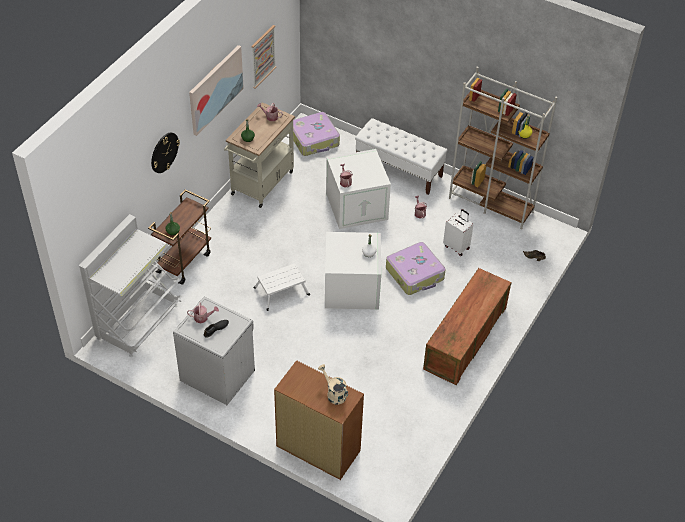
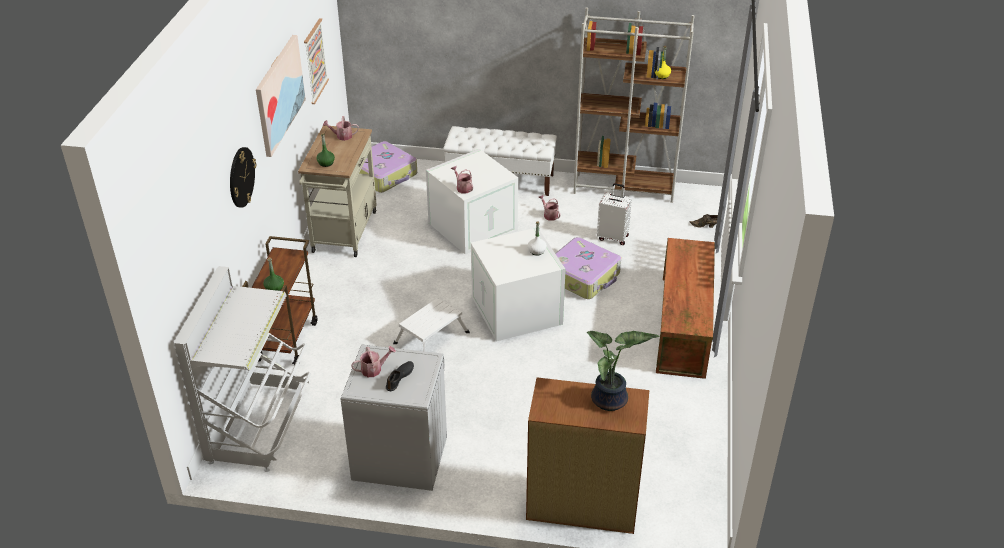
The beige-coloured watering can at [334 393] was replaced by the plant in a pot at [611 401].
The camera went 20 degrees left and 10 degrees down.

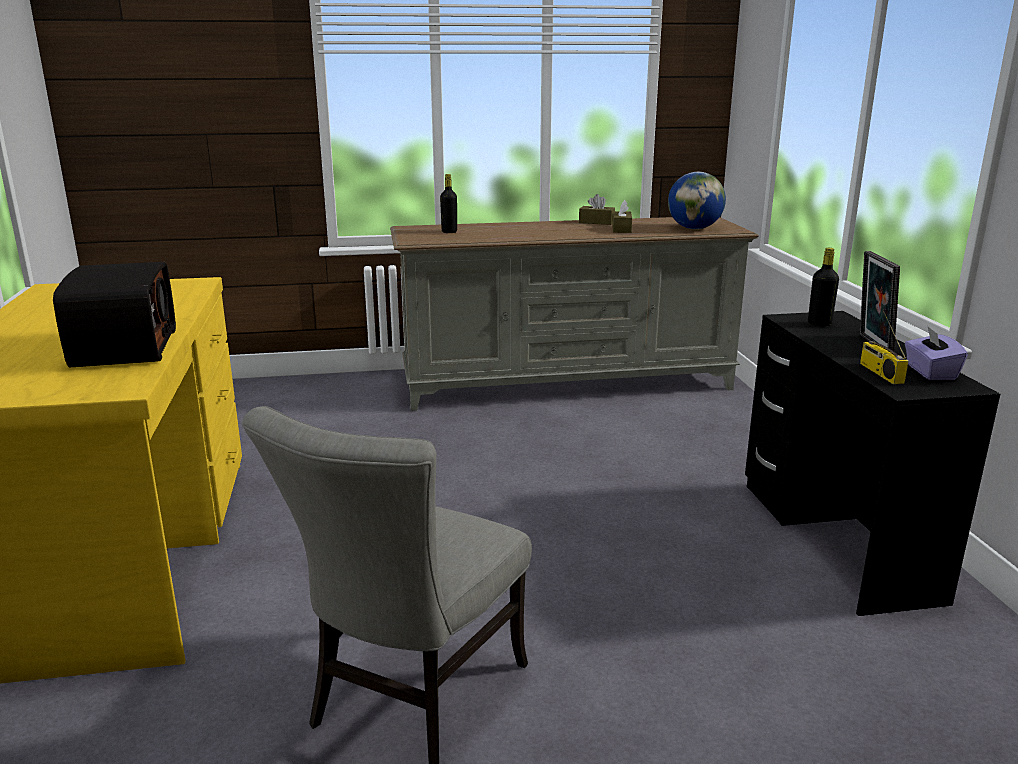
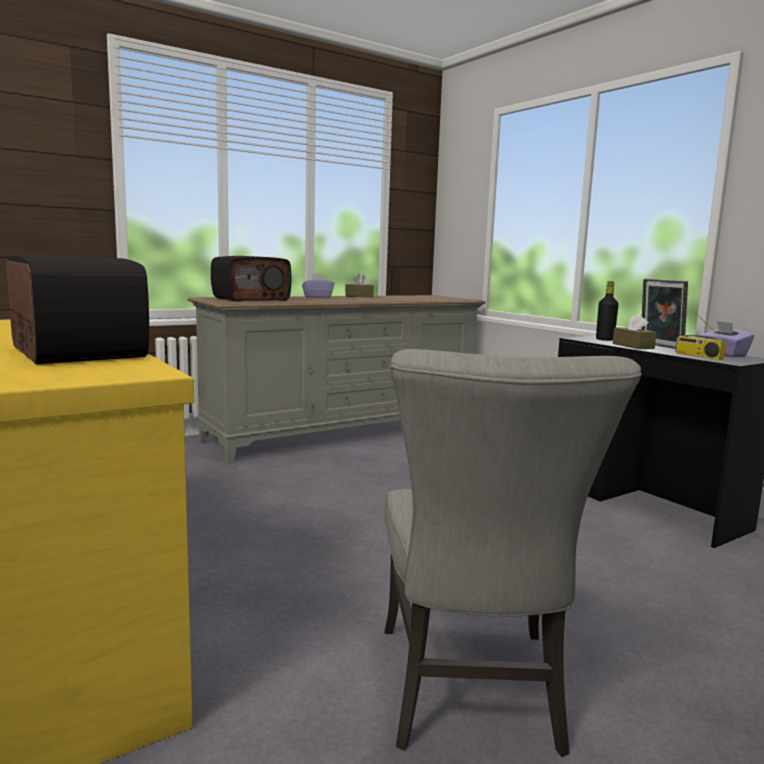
The desk globe at [694 228] disappeared.
The purplish box of tissues at [317 297] appeared.
The brownish box of tissues moved from [621 229] to [633 346].
The black beverage bottle at [449 232] was replaced by the radio set at [251 299].
The camera went 25 degrees left and 10 degrees down.

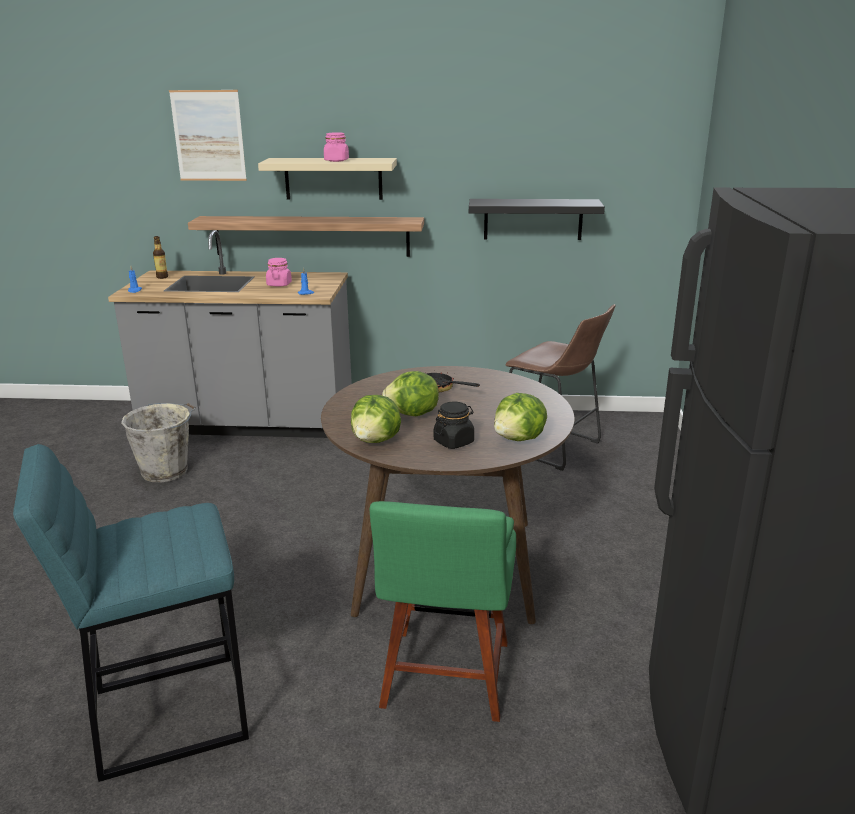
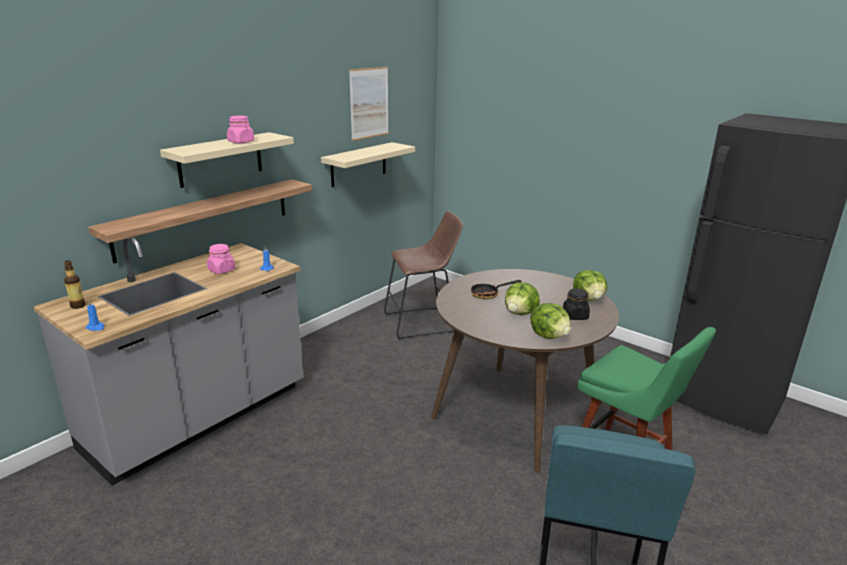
The grey bucket at [167 471] disappeared.
The wall art moved from [208 136] to [369 103].
The black wall shelf at [533 219] became the beige-coloured wall shelf at [358 164].
The camera went 55 degrees left and 0 degrees up.

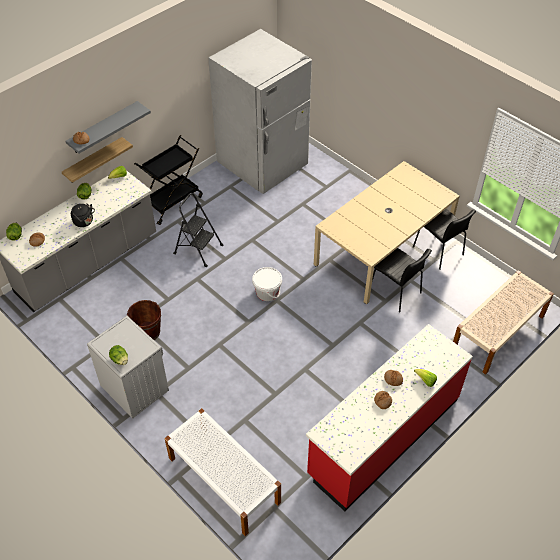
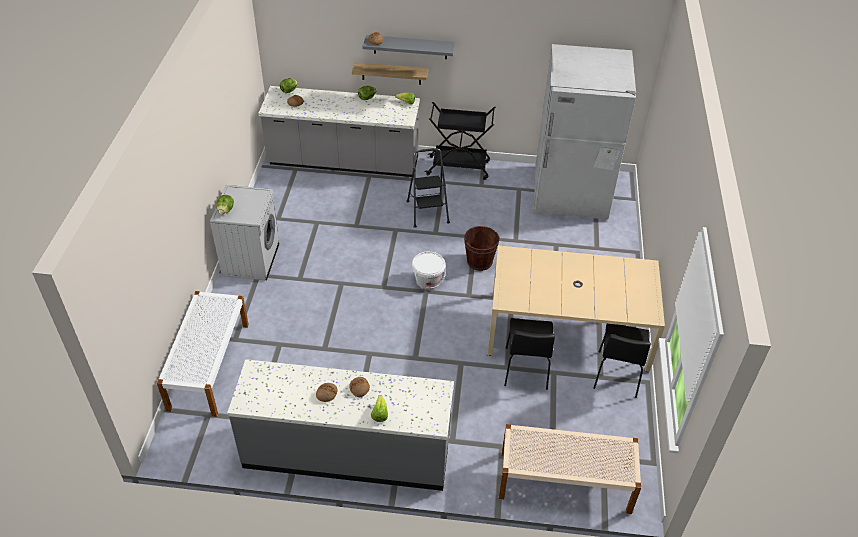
The black water kettle at [84 222] disappeared.
The brownish bucket moved from [148 332] to [479 261].
The red-coloured counter at [383 436] became the grey counter at [347 452].
The camera went 50 degrees right and 5 degrees down.

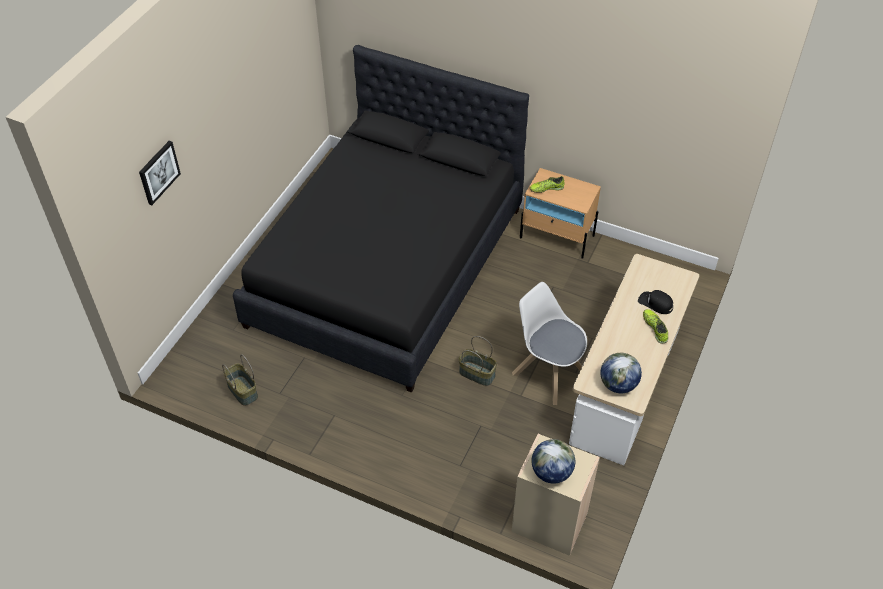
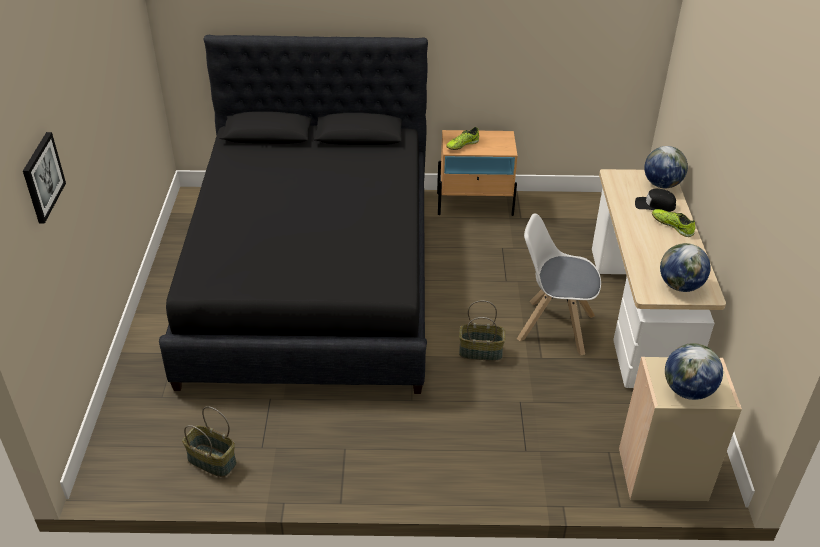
The desk globe at [661 184] appeared.
The camera went 25 degrees left and 10 degrees down.

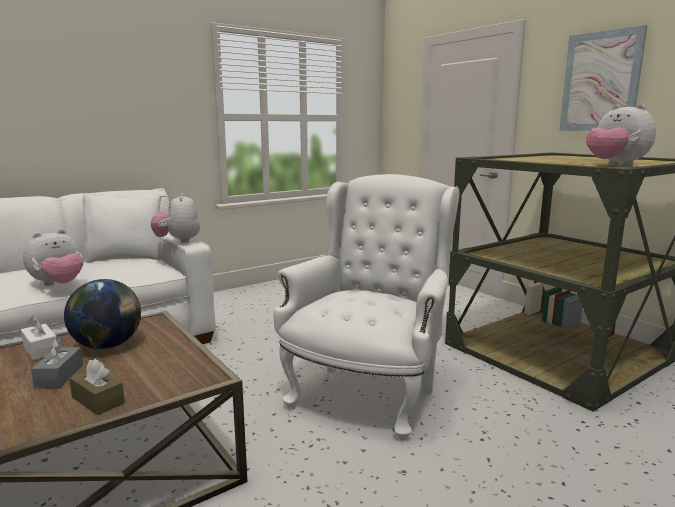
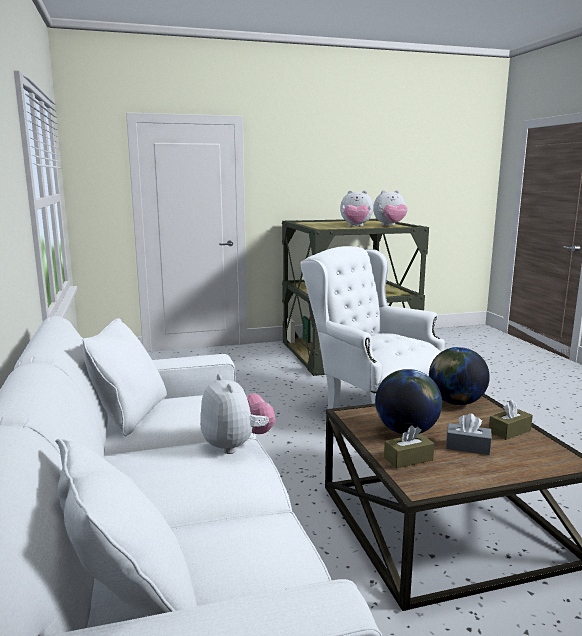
The wall art at [600 82] disappeared.
The desk globe at [456 402] appeared.
The soft toy moved from [178 241] to [356 226].
The white-coloured box of tissues at [41 349] became the brownish box of tissues at [408 459].
The camera went 70 degrees left and 0 degrees up.

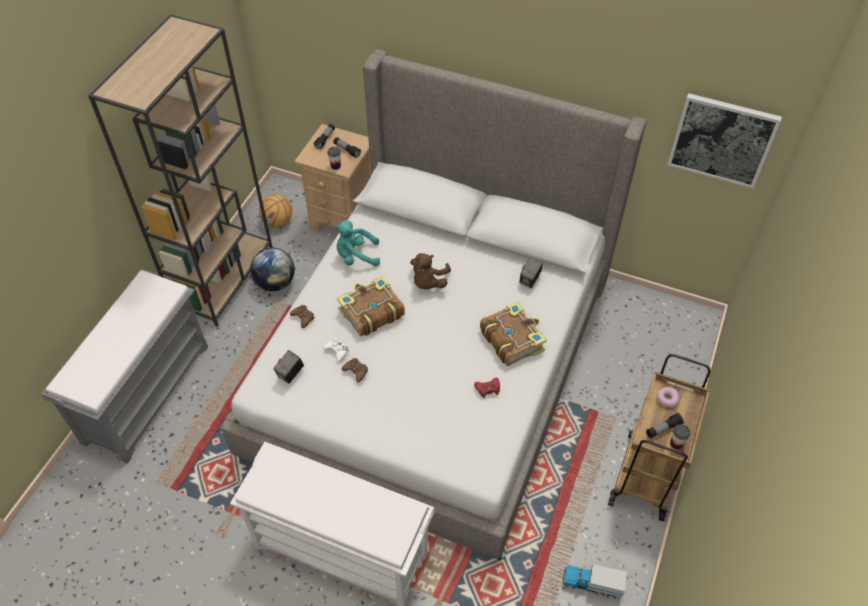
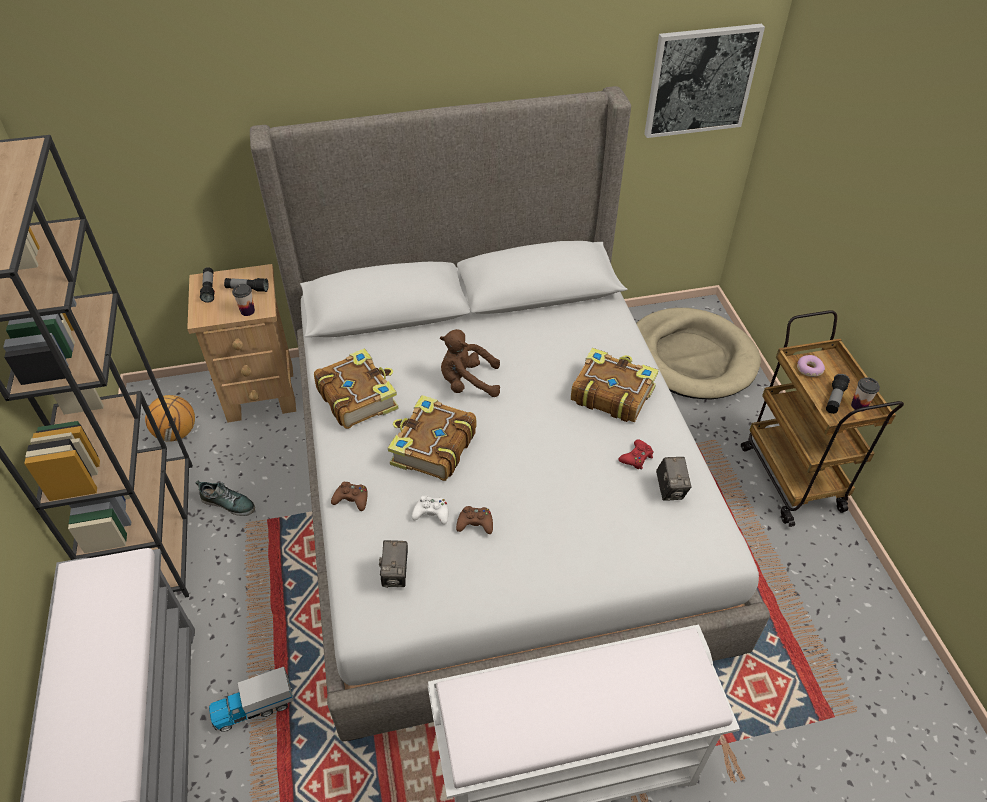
The beige-coloured dog cushion at [691 357] appeared.
The photo camera moved from [529 280] to [670 489].
The model truck moved from [591 584] to [254 708].
The desk globe at [275 282] was replaced by the item of footwear at [228 503].
The turquoise soft toy at [356 256] was replaced by the book at [358 397].
The brownish soft toy at [428 282] turned 105 degrees clockwise.
The camera went 35 degrees left and 5 degrees down.

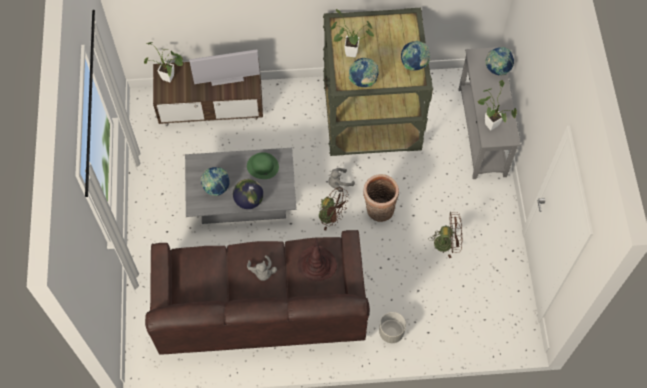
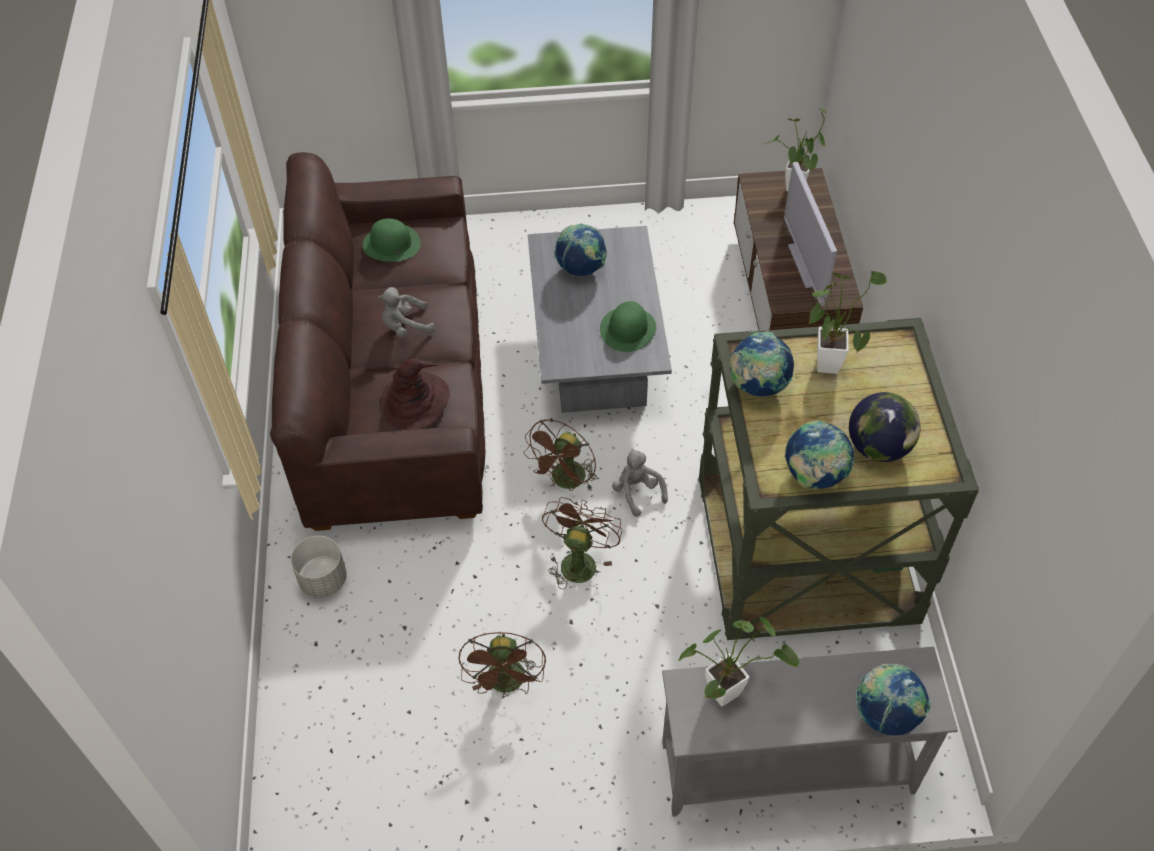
The green-coloured hat at [391 244] appeared.
The desk globe moved from [249 200] to [878 447].
The household basket at [378 211] was replaced by the brownish fan at [579 560].
The camera went 90 degrees right and 10 degrees down.

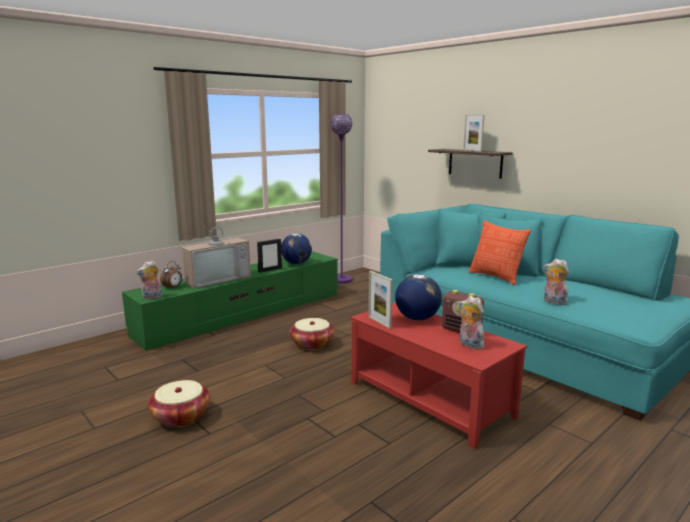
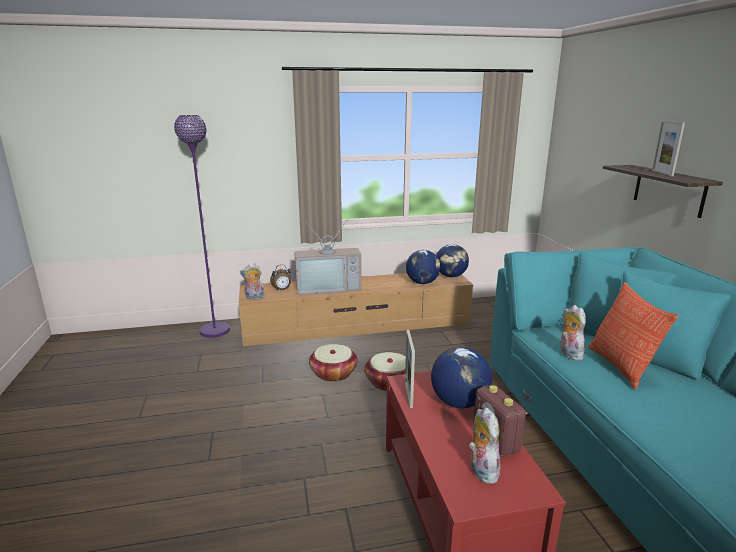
The photo frame at [270 270] disappeared.
The desk globe at [451 276] appeared.
The household basket moved from [181 416] to [333 373].
The purplish floor lamp moved from [341 280] to [214 331].
The soft toy moved from [553 302] to [568 354].
The green-coloured media console at [243 313] became the brownish media console at [357 324].
The camera went 30 degrees right and 5 degrees up.

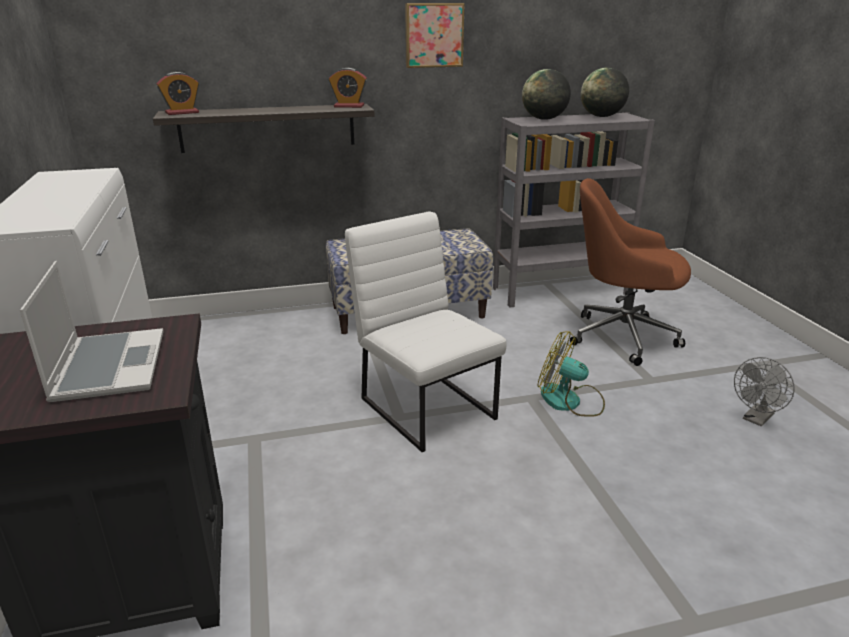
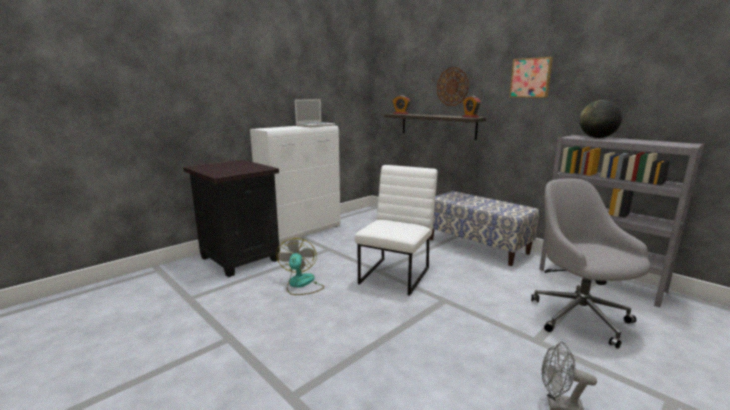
The desk globe at [601 116] disappeared.
The hanging clock at [452 86] appeared.
The portable computer moved from [108 366] to [315 125].
The fan moved from [570 401] to [301 284].
The brownish computer chair at [621 337] became the grey computer chair at [578 317].
The camera went 60 degrees right and 10 degrees down.

